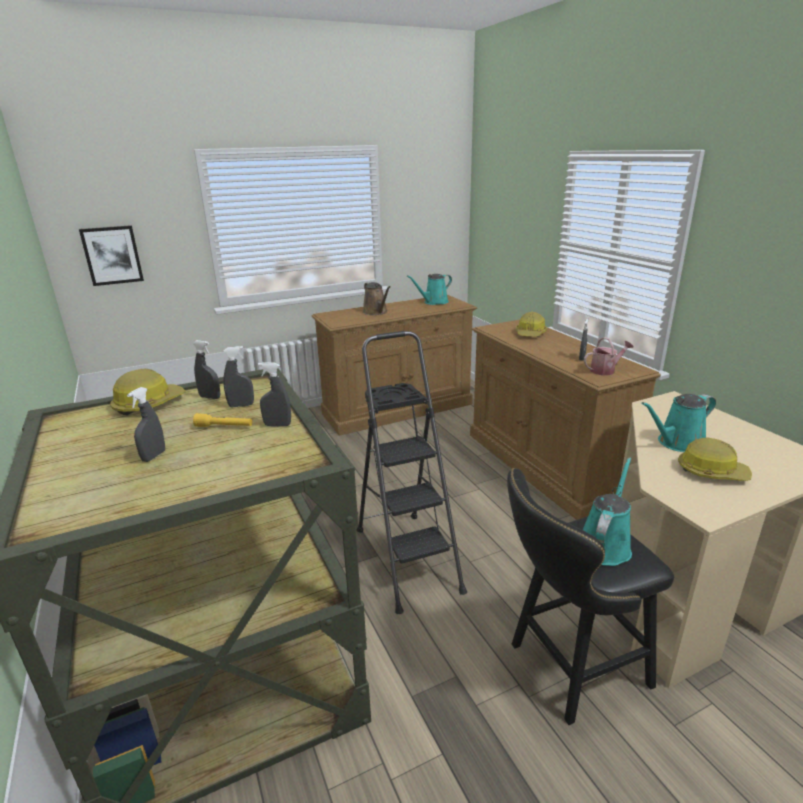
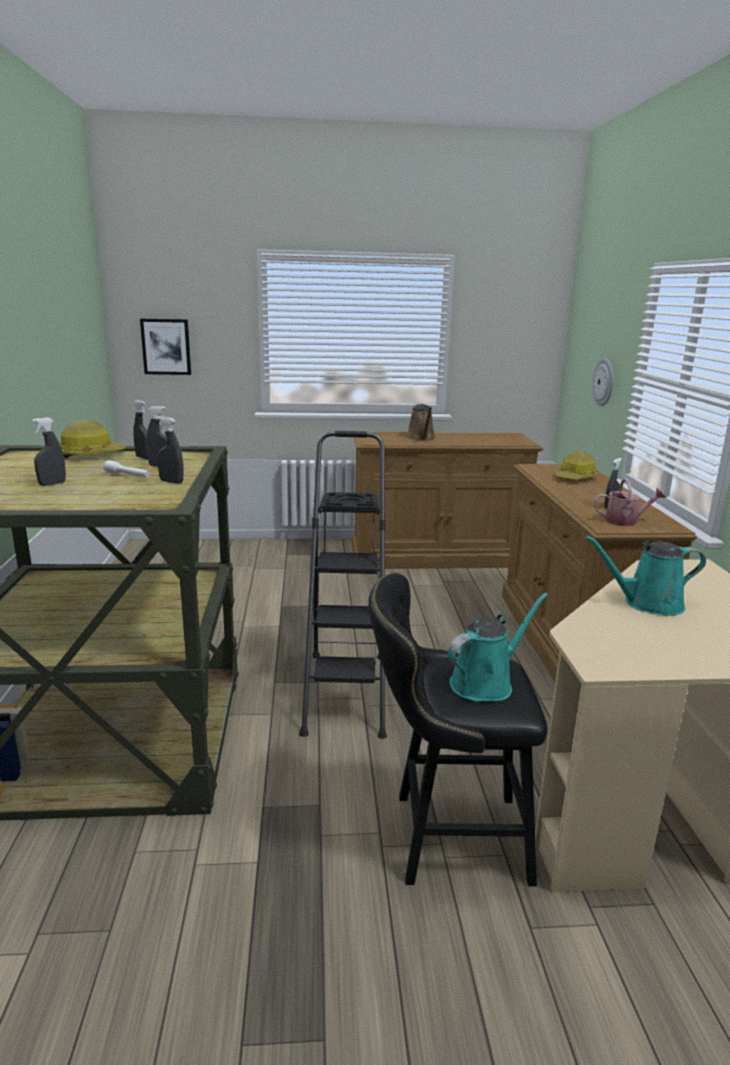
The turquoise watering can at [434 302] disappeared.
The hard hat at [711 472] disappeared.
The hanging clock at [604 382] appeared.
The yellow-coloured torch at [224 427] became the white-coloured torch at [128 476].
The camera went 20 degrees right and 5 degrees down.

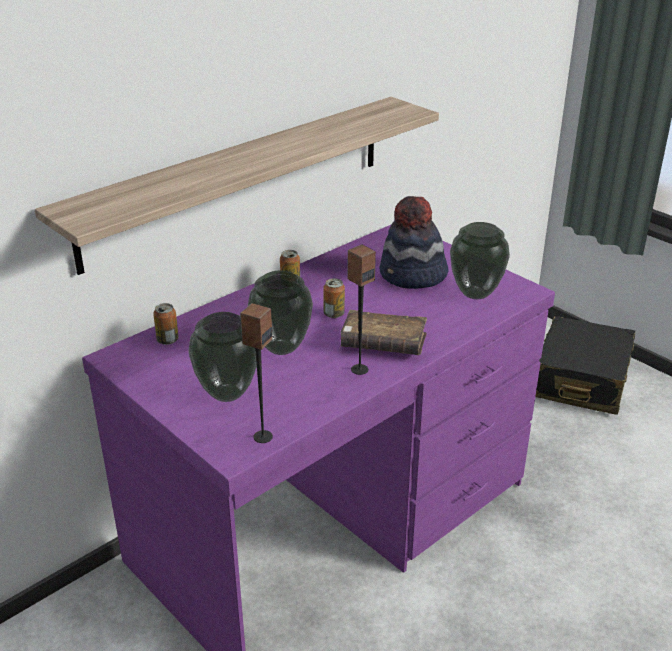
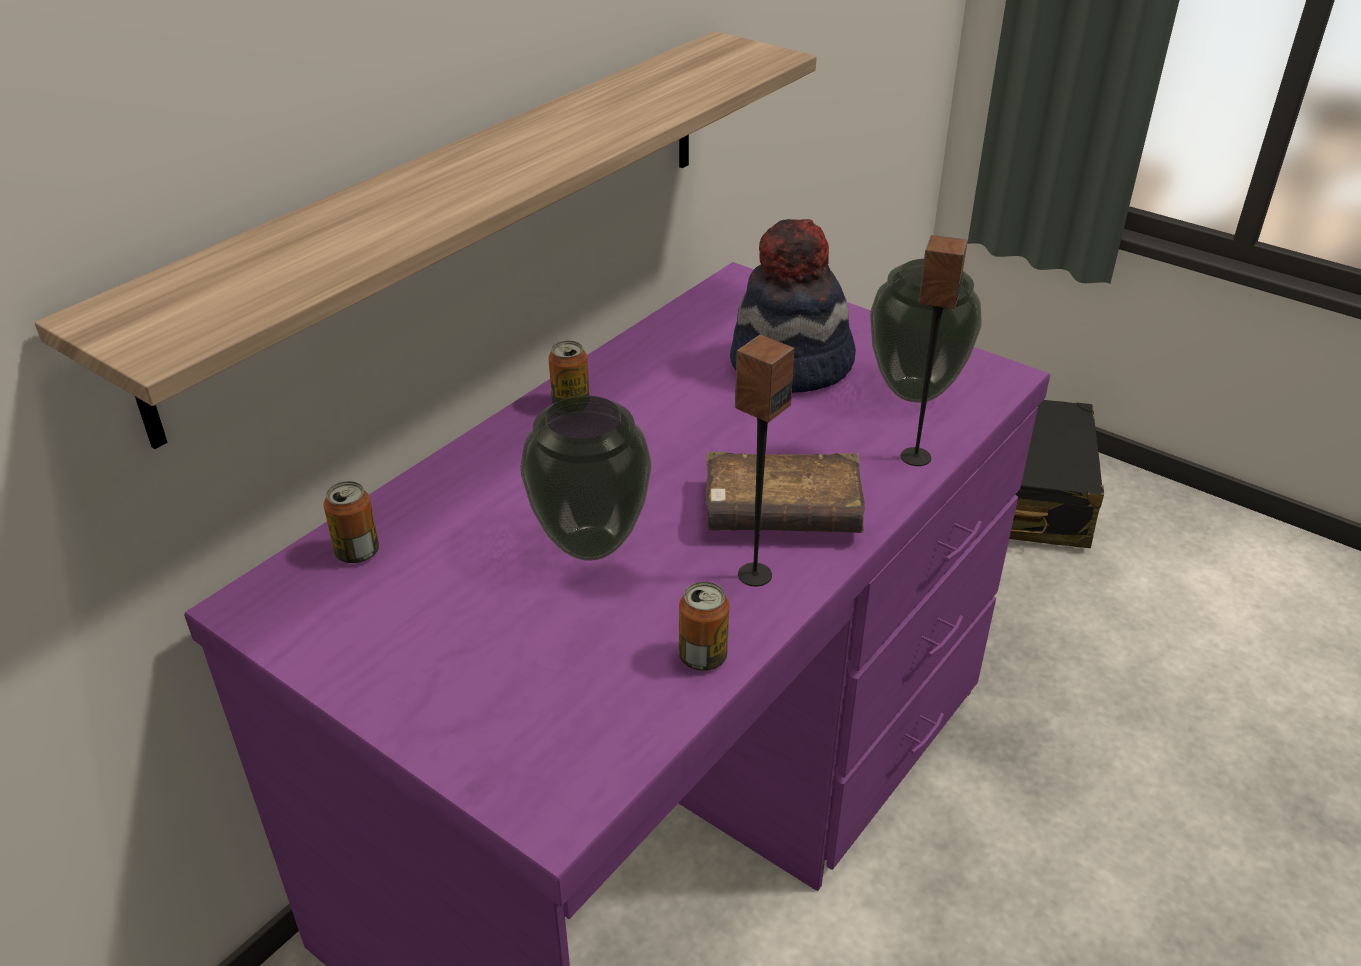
The decorative vase at [227 393] disappeared.
The audio speaker moved from [262 436] to [915 457].
The can moved from [334 314] to [703 657].
The camera went 10 degrees left and 5 degrees up.

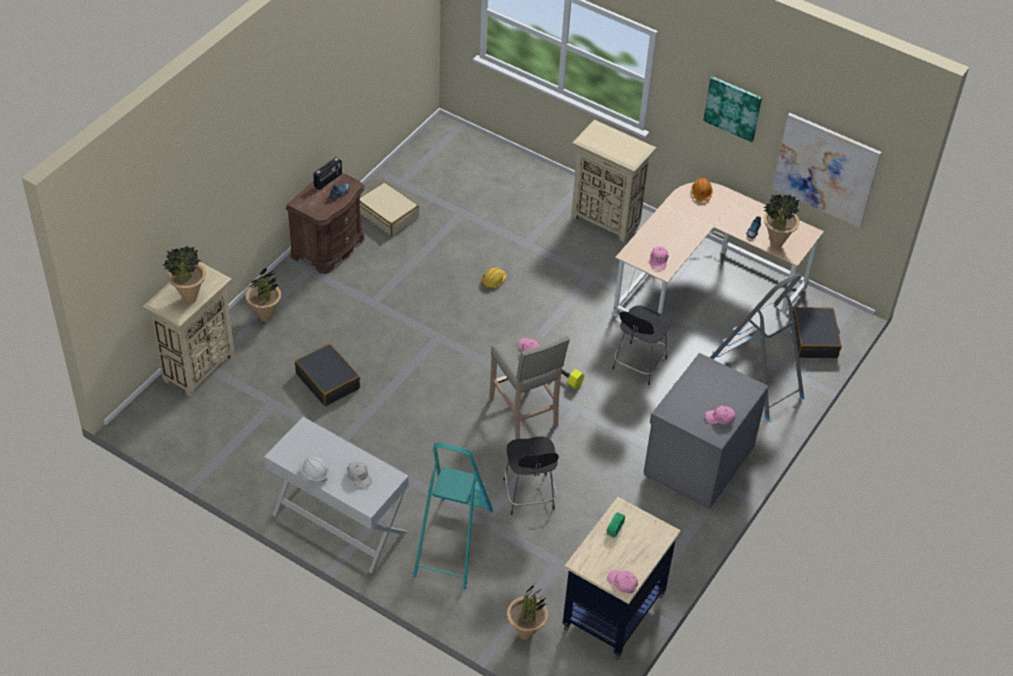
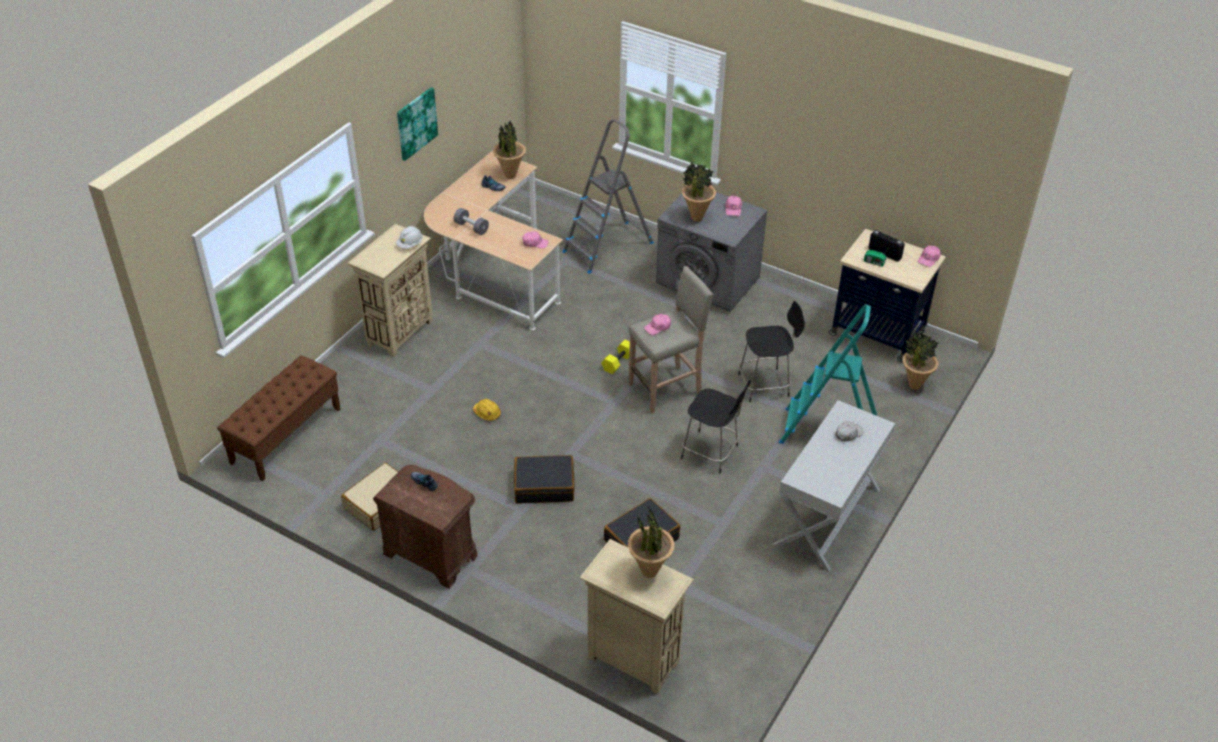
The orange hard hat at [701 193] disappeared.
The wall art at [826 169] disappeared.
The brownish bench at [286 435] appeared.
The grey dumbbell at [471 227] appeared.
The plant in a pot moved from [265 317] to [696 218].
The white-coloured hard hat moved from [314 474] to [410 244].
The radio set moved from [328 180] to [885 253].
The black sitting stool moved from [638 365] to [711 453].
The black suitcase moved from [814 339] to [544 486].
The camera went 90 degrees left and 5 degrees down.

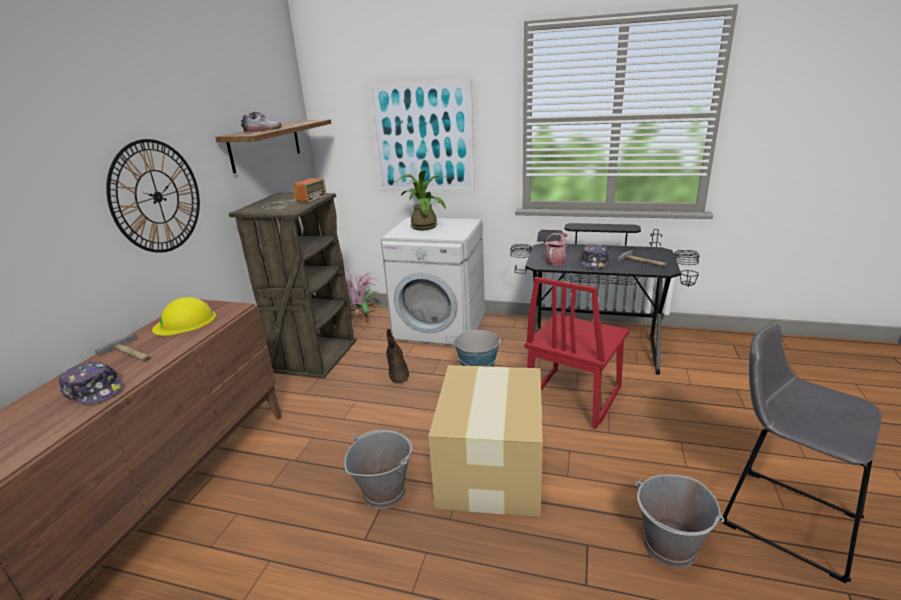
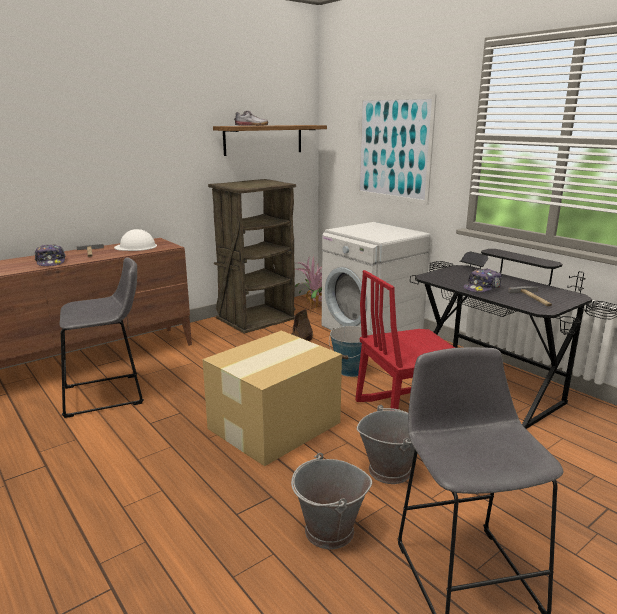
The hanging clock at [157 197] disappeared.
The radio set at [292 202] disappeared.
The plant in a pot at [424 226] disappeared.
The watering can at [556 260] disappeared.
The grey sitting stool at [108 395] appeared.
The grey bucket moved from [384 492] to [389 470].
The yellow-coloured hard hat at [185 322] became the white-coloured hard hat at [136 246].
The camera went 35 degrees right and 5 degrees down.

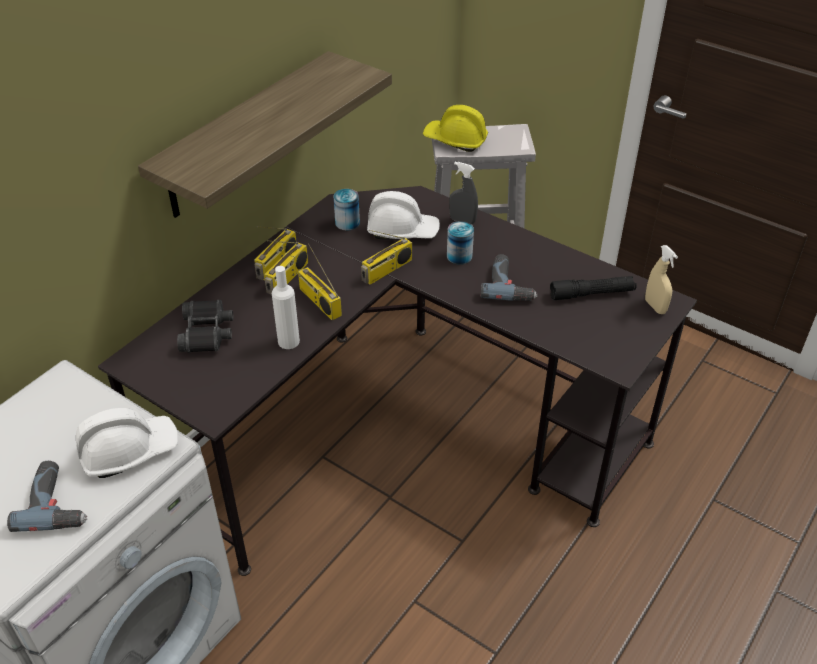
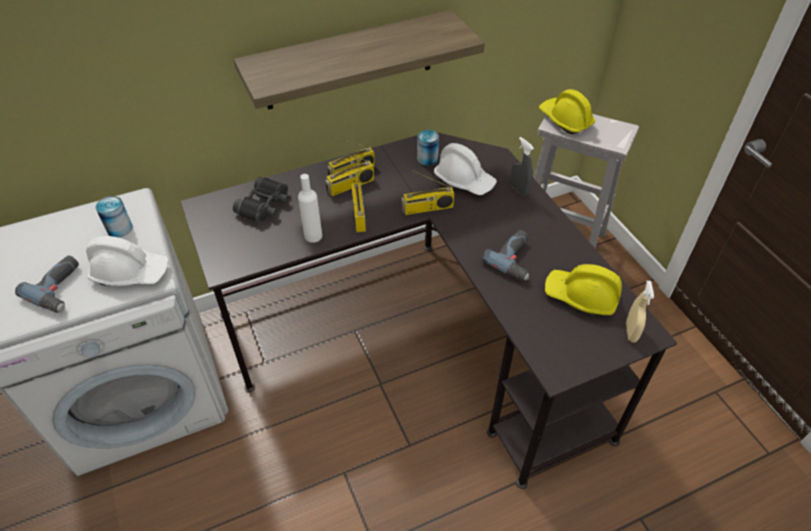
The can moved from [459 256] to [119 228].
The black torch at [592 294] was replaced by the yellow-coloured hard hat at [581 296].
The camera went 30 degrees right and 5 degrees up.

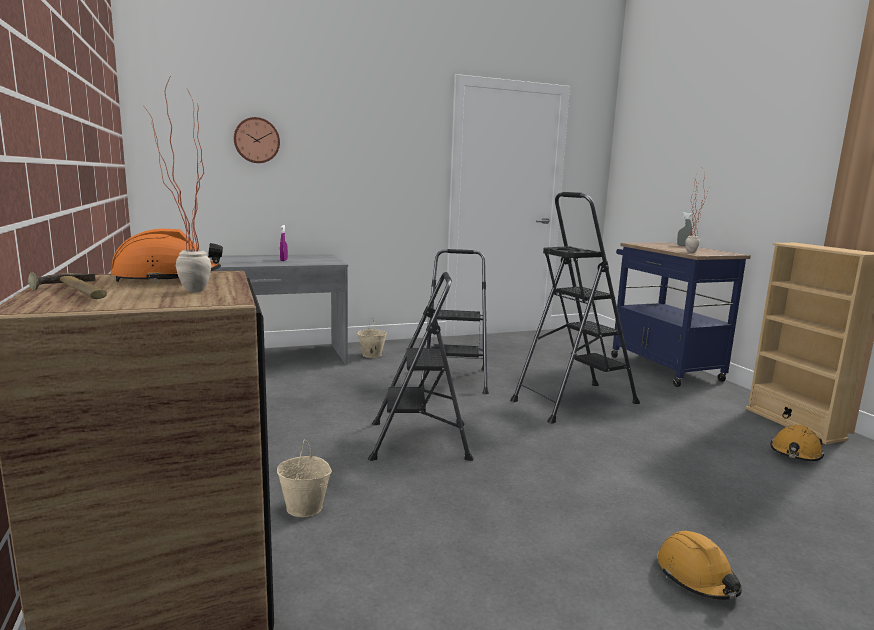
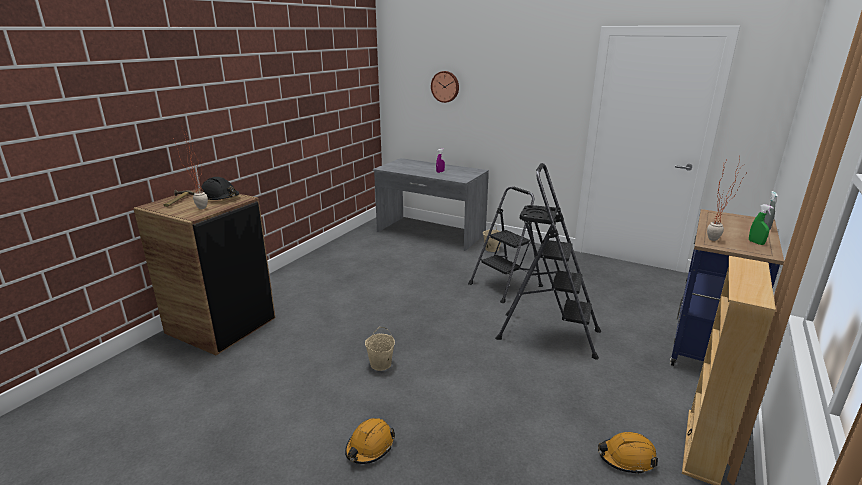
The black stepladder at [423 440] disappeared.
The green-coloured sprayer at [756 242] appeared.
The beige-coloured bucket moved from [305 508] to [381 364].
The orange hard hat at [167 278] became the black hard hat at [220 197].
The camera went 50 degrees right and 10 degrees up.

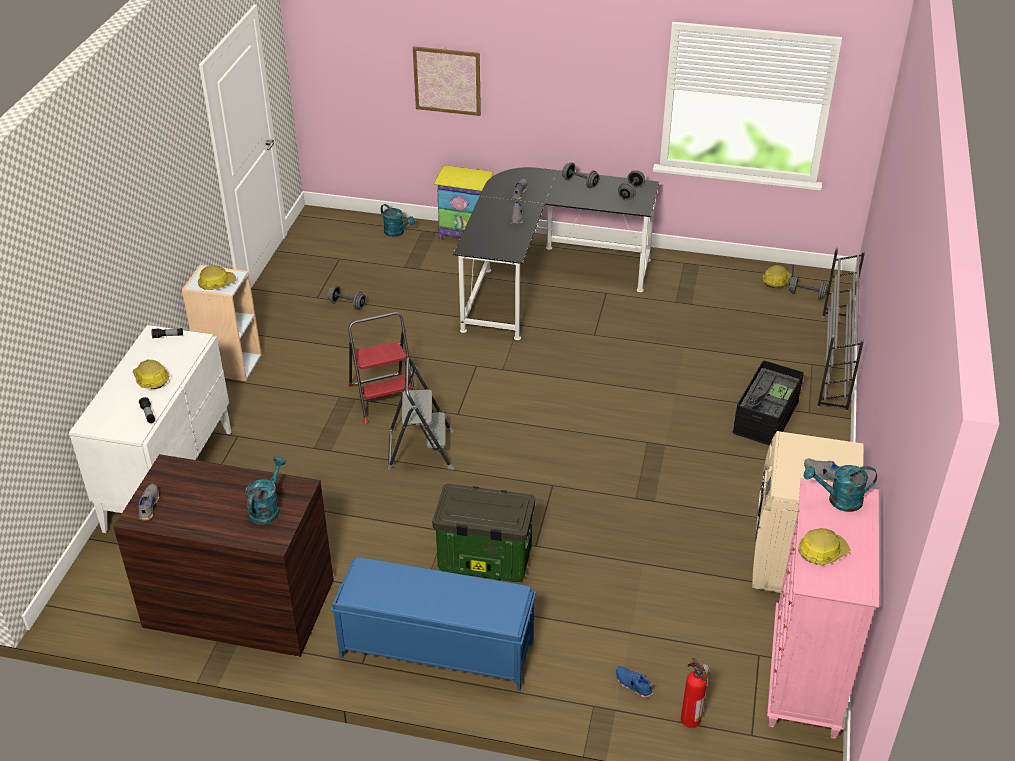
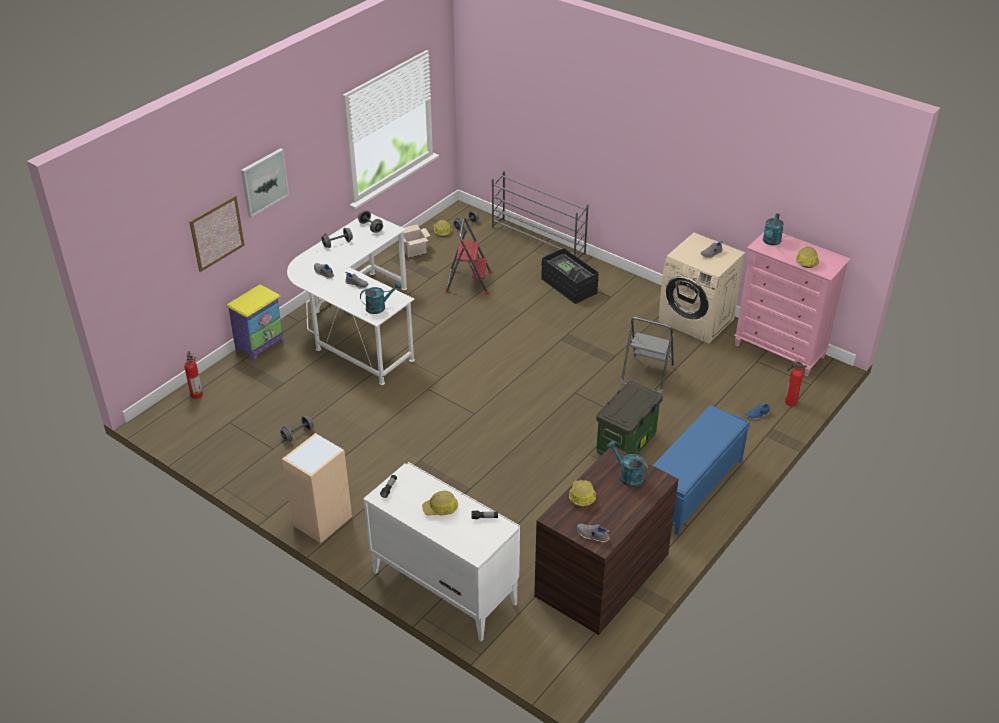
The fire extinguisher at [197 394] appeared.
The wall art at [264 182] appeared.
The carton at [414 251] appeared.
The hard hat moved from [216 283] to [582 496].
The red-coloured stepladder moved from [383 395] to [467 281].
The turquoise watering can moved from [397 232] to [379 307].
The grey stepladder moved from [417 449] to [646 376].
The black desk unit at [544 281] became the white-coloured desk unit at [356 327].
The camera went 65 degrees left and 0 degrees up.

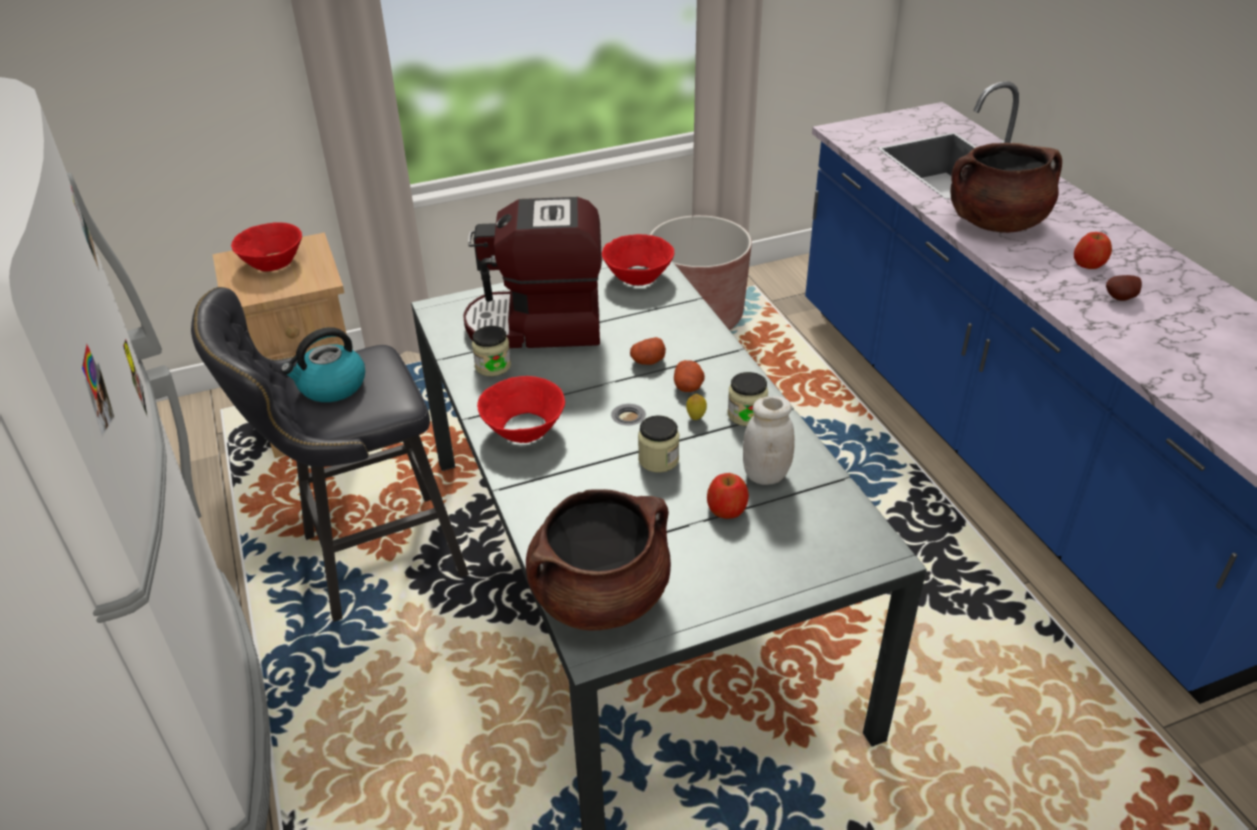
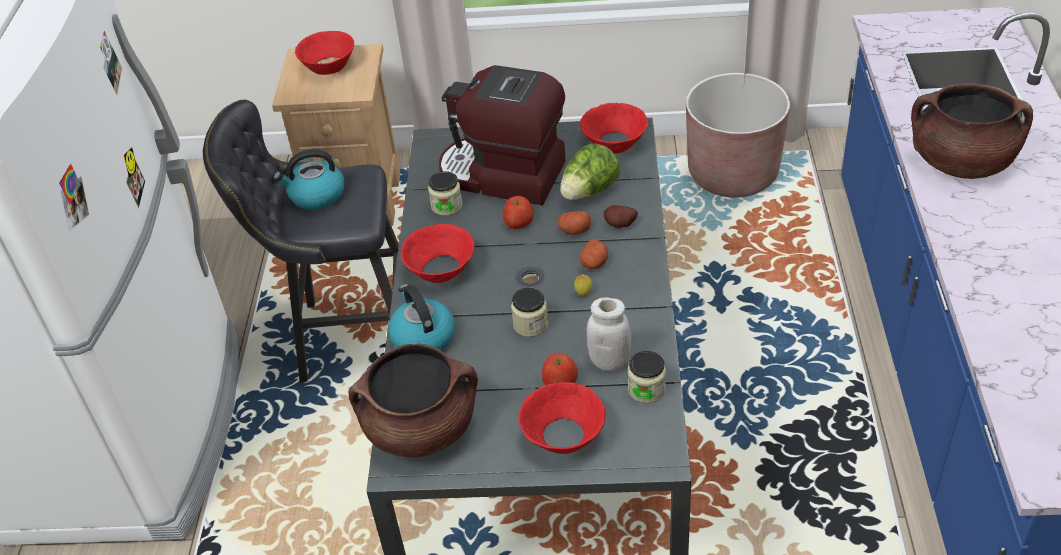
The water kettle at [422 337] appeared.
The red-coloured deep dish at [564 435] appeared.
The head of lettuce at [589 191] appeared.
The preserve jar moved from [746 414] to [646 389].
The whole apple moved from [1089 263] to [518 222].
The spud moved from [1121 299] to [620 225].
The camera went 25 degrees right and 5 degrees up.

